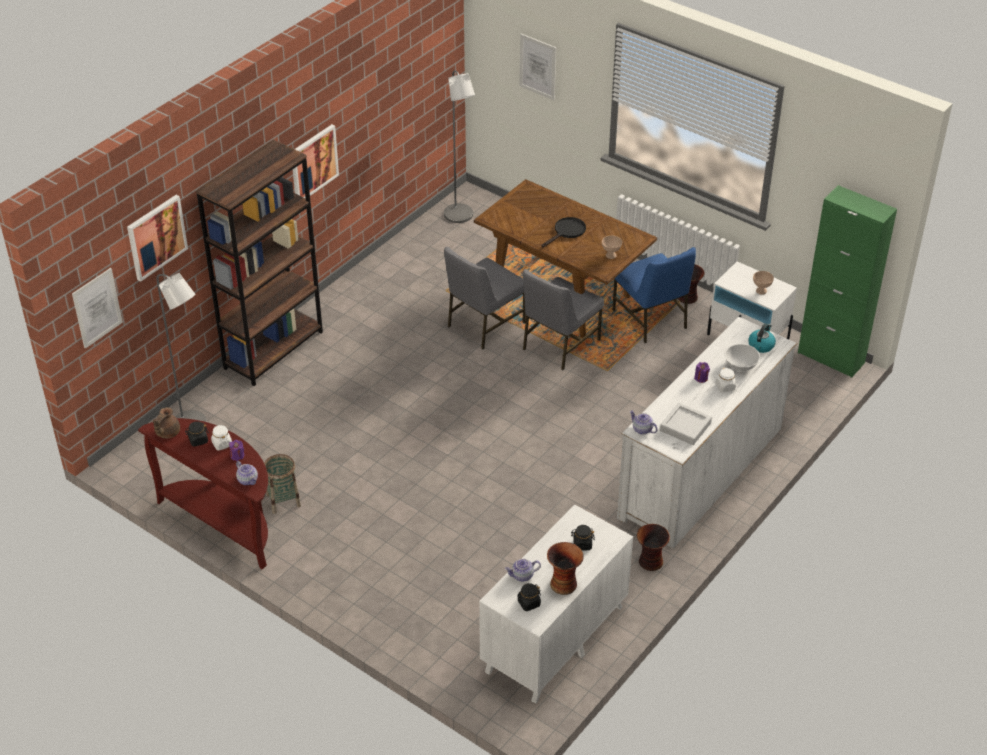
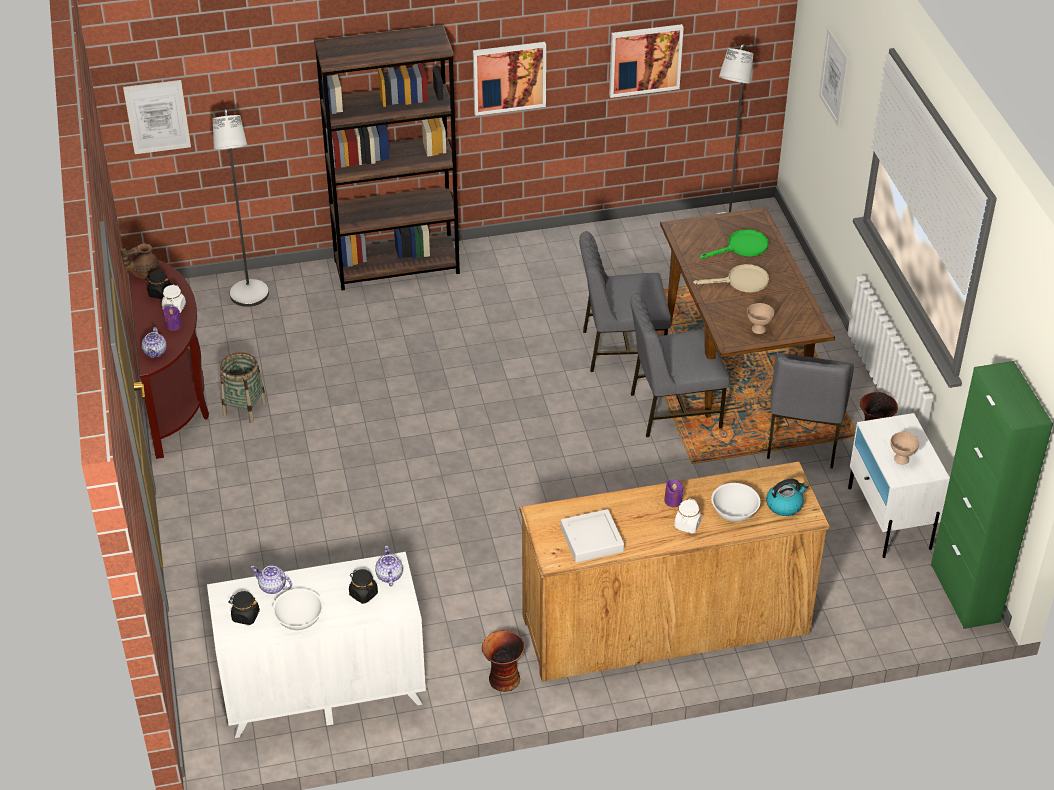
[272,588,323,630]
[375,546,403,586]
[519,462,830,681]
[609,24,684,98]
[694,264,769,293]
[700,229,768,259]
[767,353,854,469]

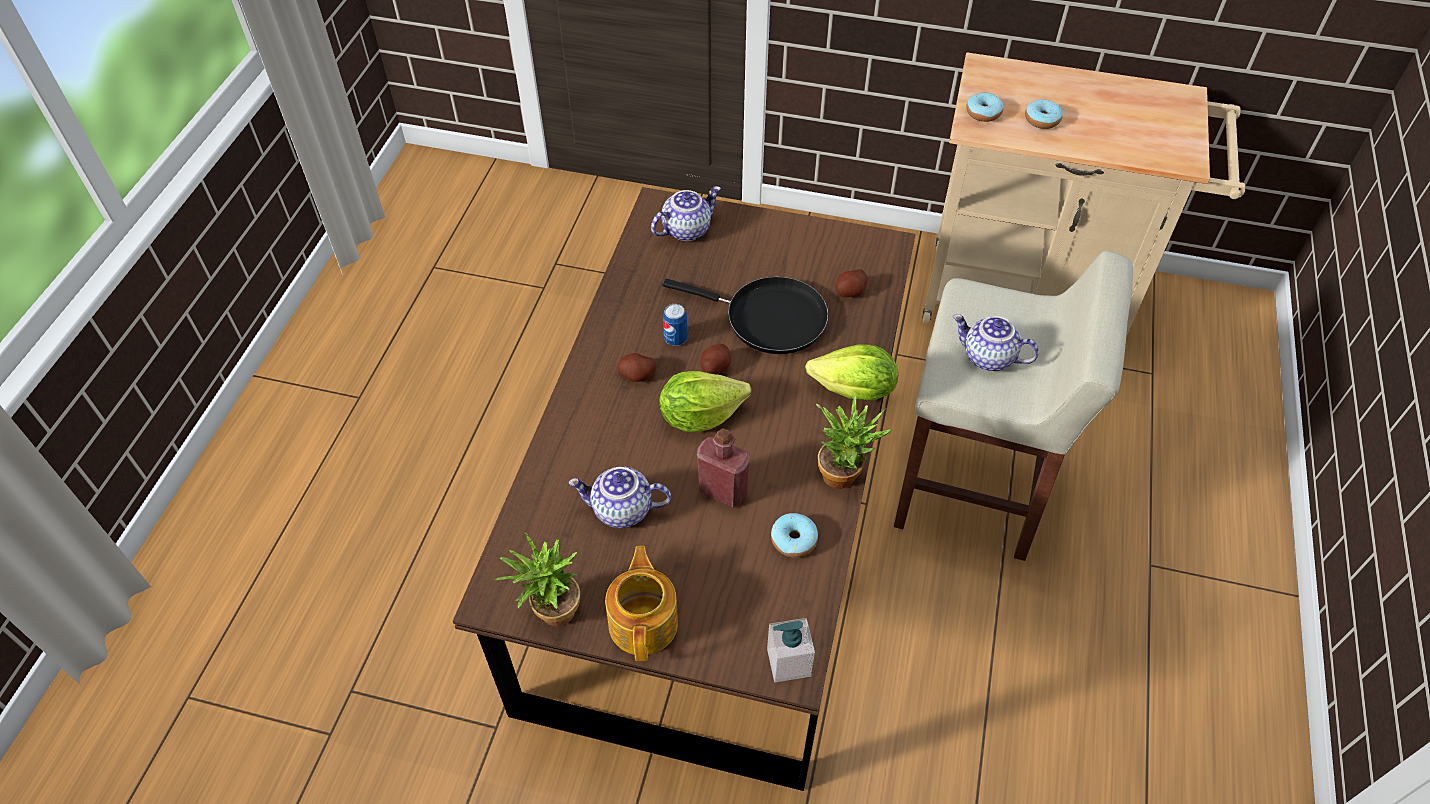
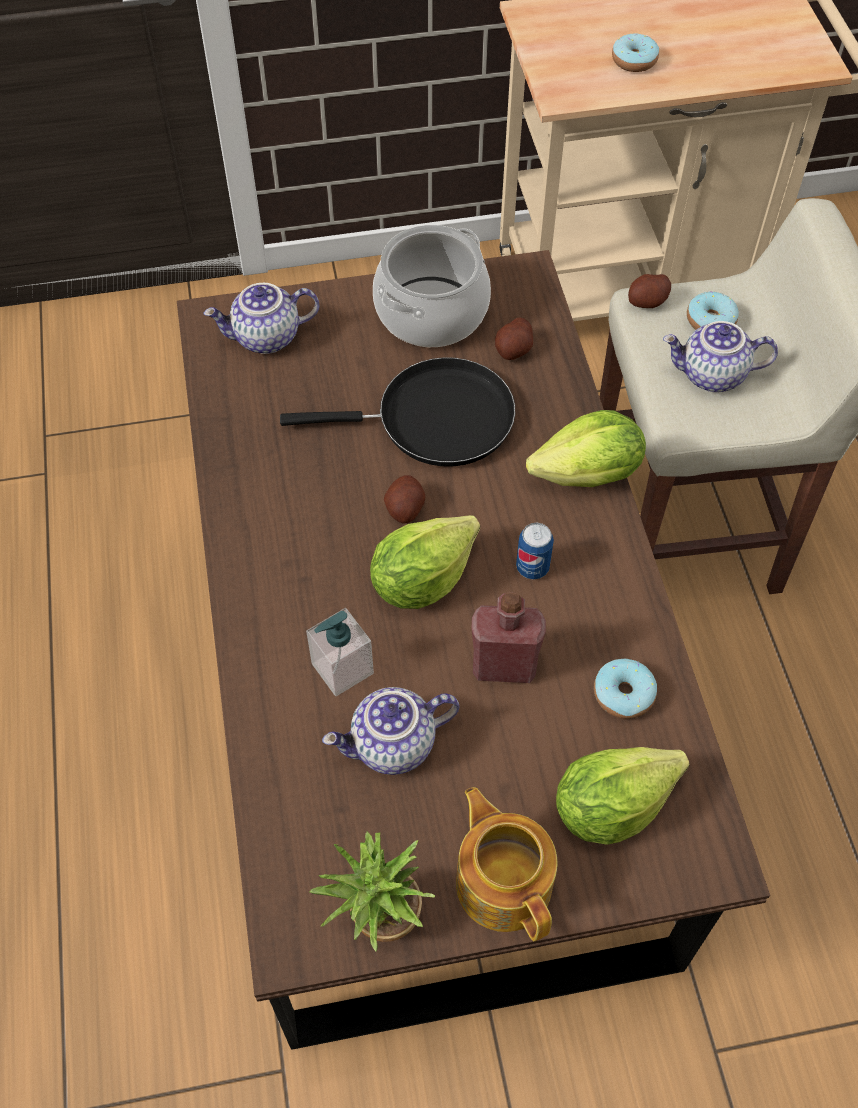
[203,283,319,354]
[306,608,374,696]
[373,225,491,347]
[516,522,554,580]
[556,747,690,845]
[628,274,671,308]
[687,291,739,330]
[816,394,893,489] (first image)

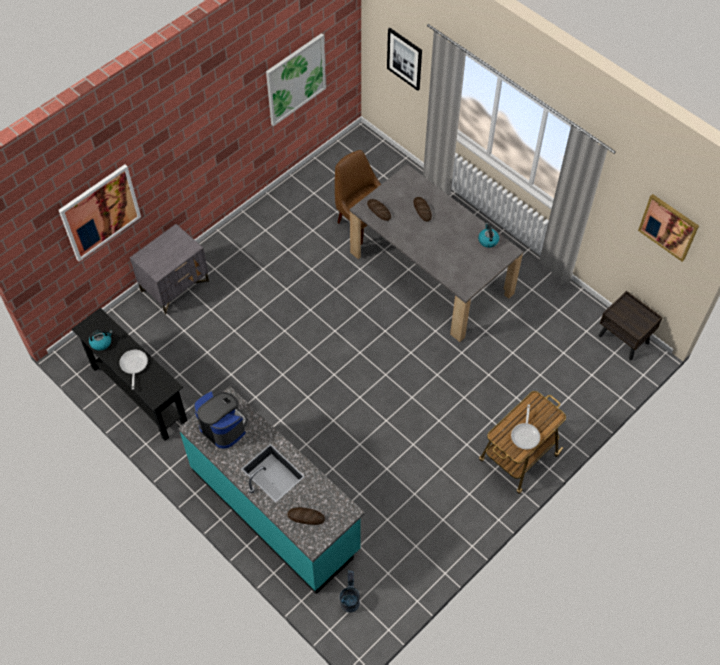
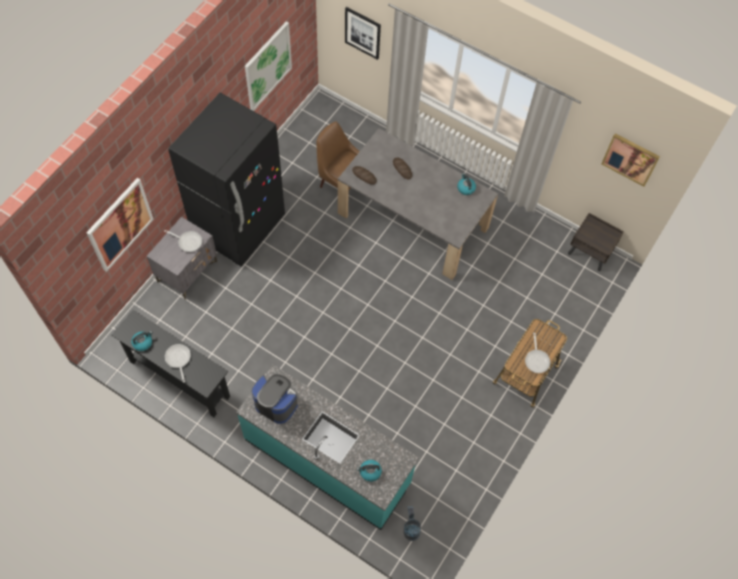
[164,230,202,252]
[168,93,285,266]
[357,460,382,482]

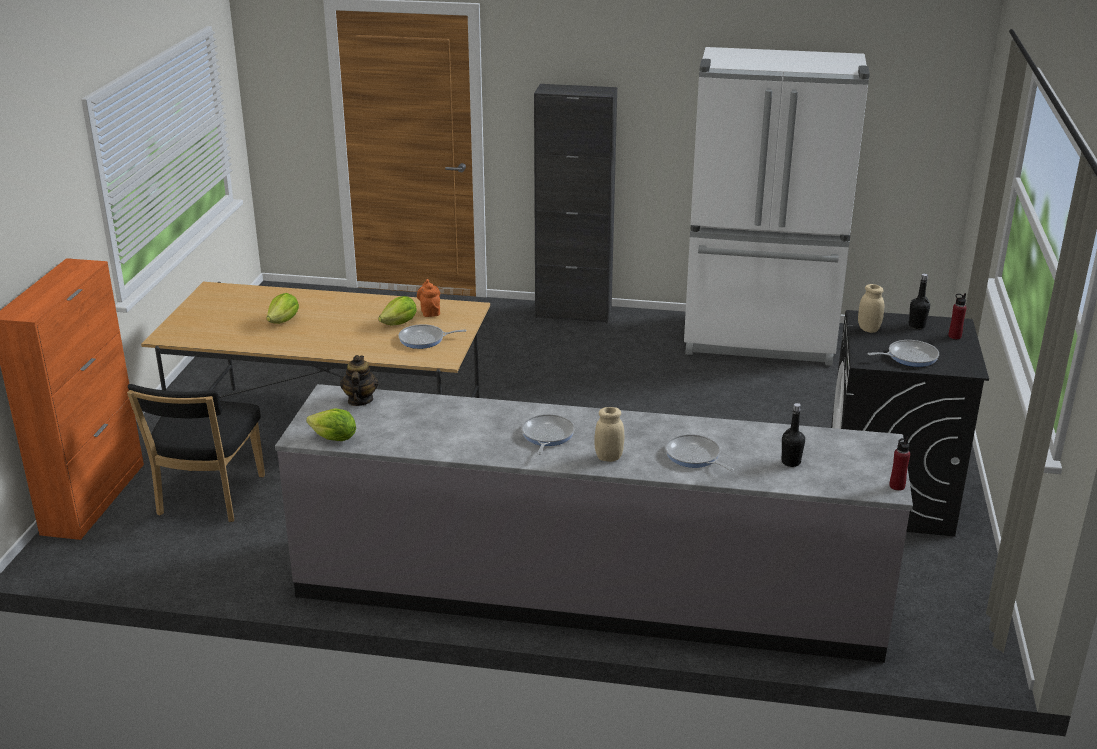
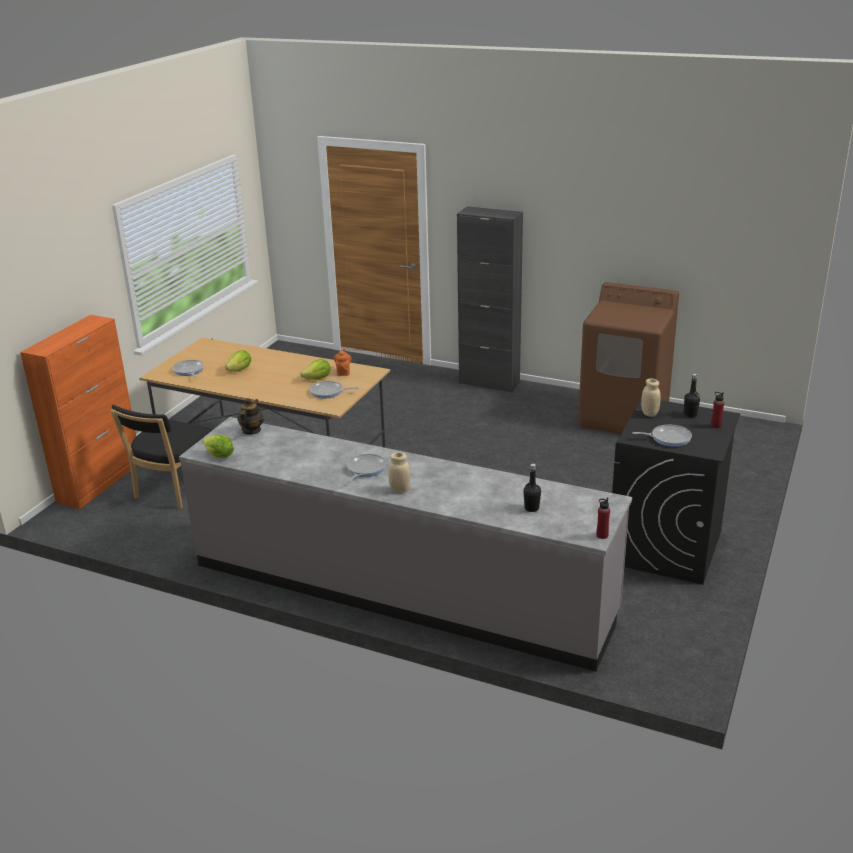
[172,360,204,378]
[578,282,679,434]

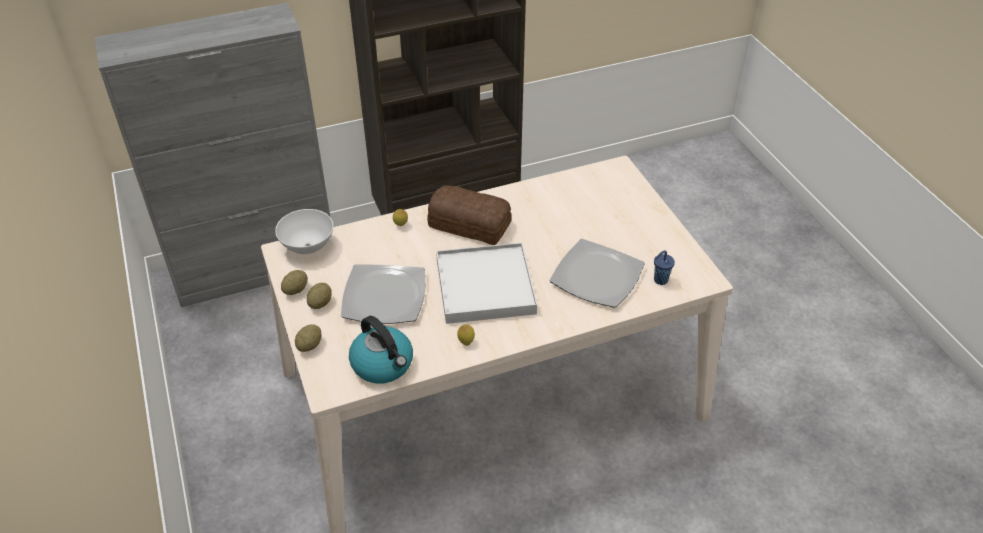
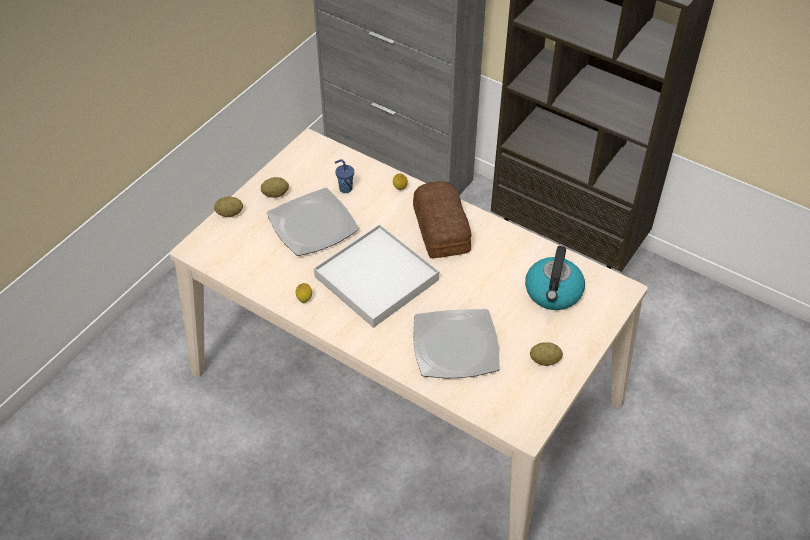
[335,159,354,193]
[525,246,585,310]
[530,342,563,366]
[275,209,334,254] (first image)

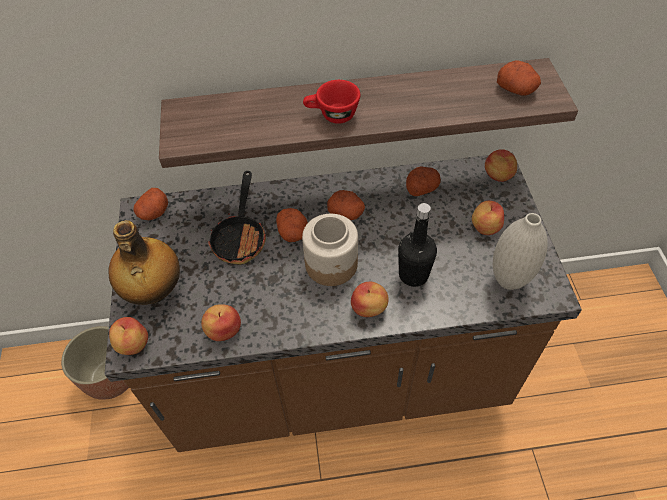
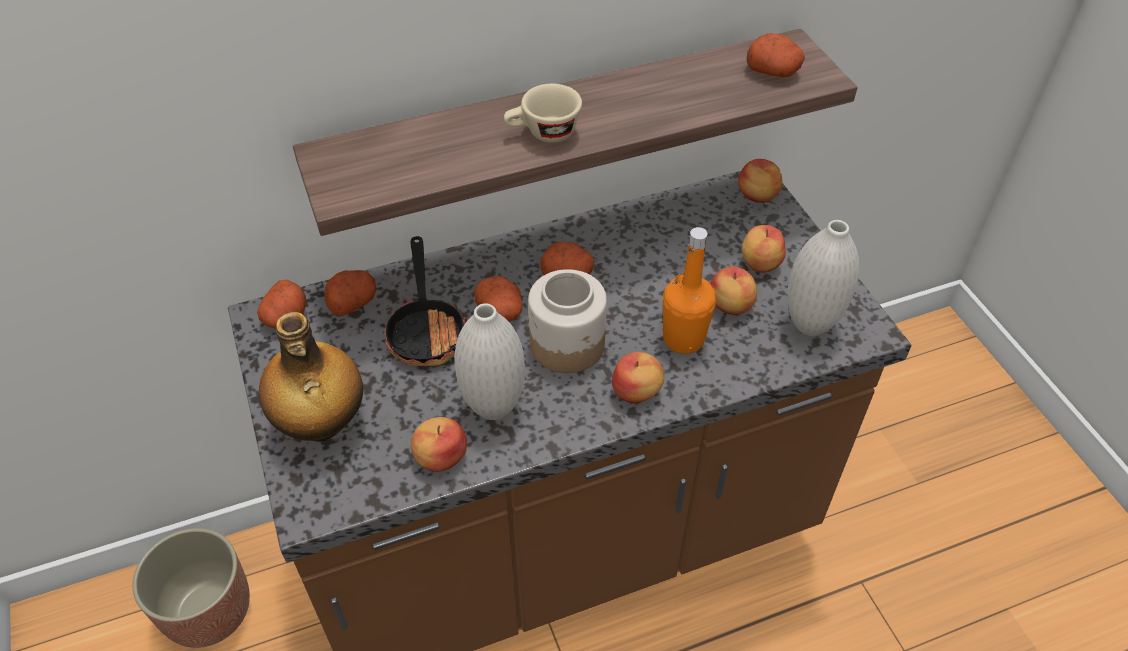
[324,270,377,316]
[455,303,525,420]
[504,84,582,143]
[663,227,716,354]
[710,266,757,315]

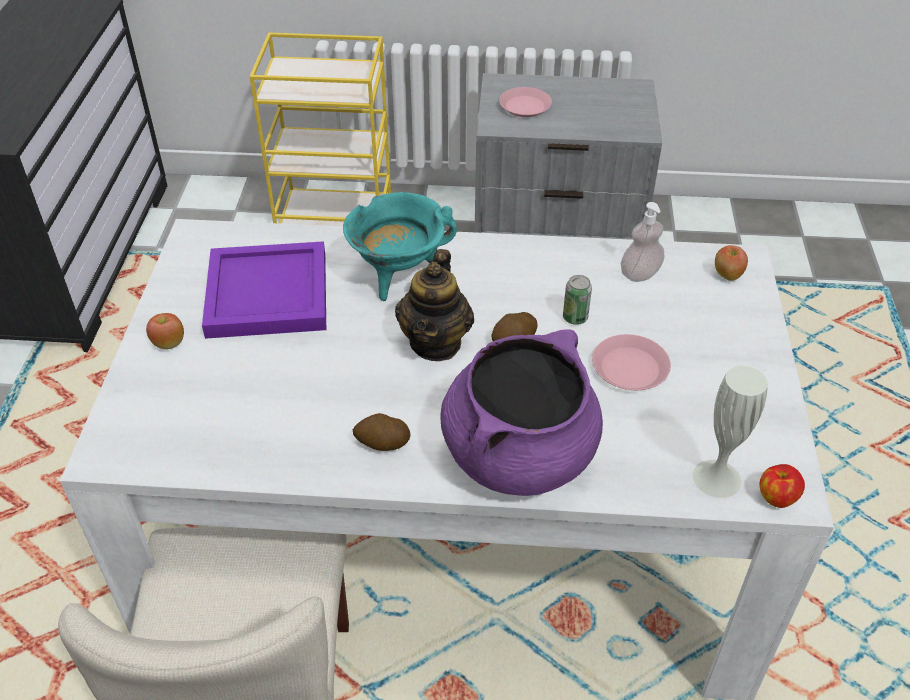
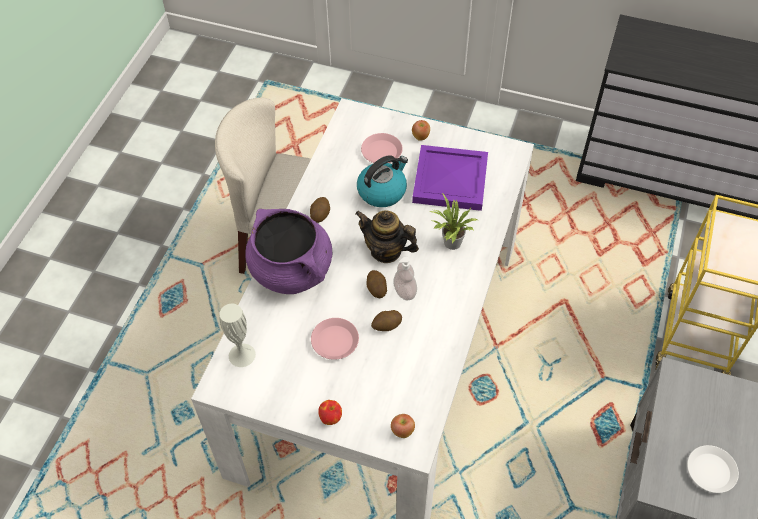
[318,400,342,425]
[357,155,408,207]
[361,133,403,163]
[371,310,402,331]
[393,256,417,301]
[428,193,478,250]
[687,445,739,493]

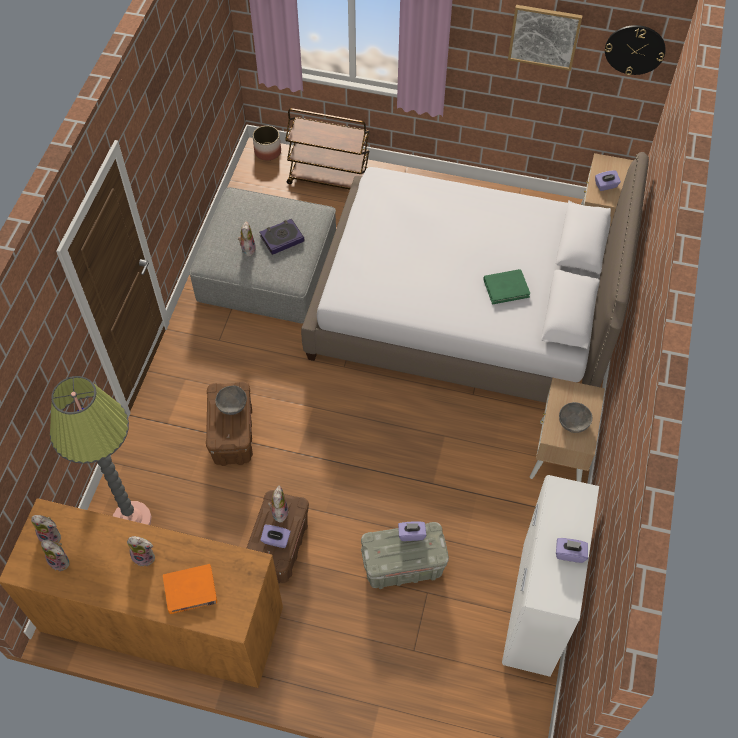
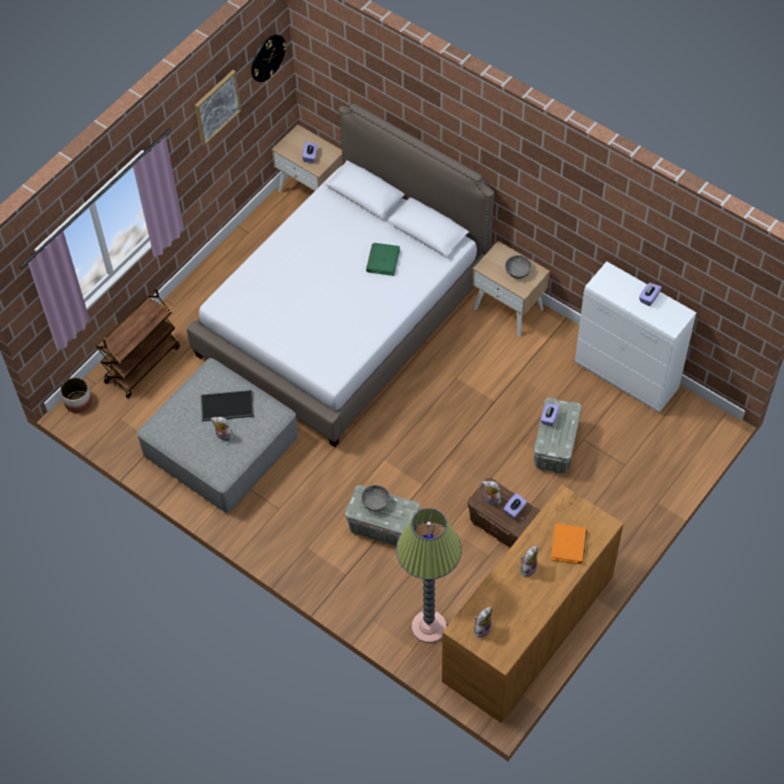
[201,390,254,421]
[345,485,420,546]
[41,540,70,572] (first image)

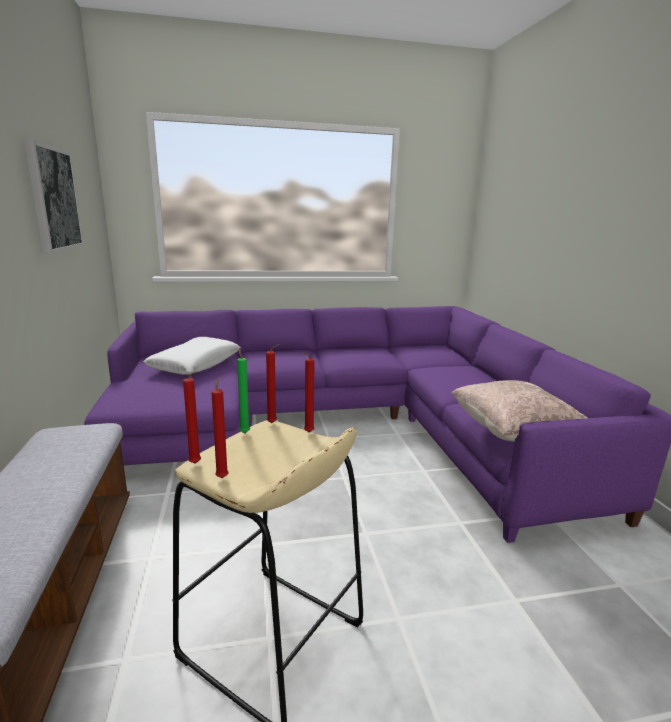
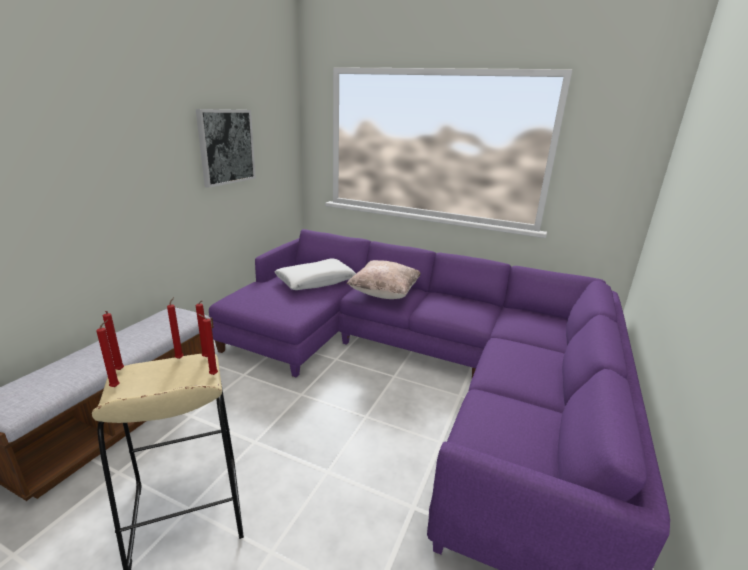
[167,297,183,359]
[347,260,421,299]

